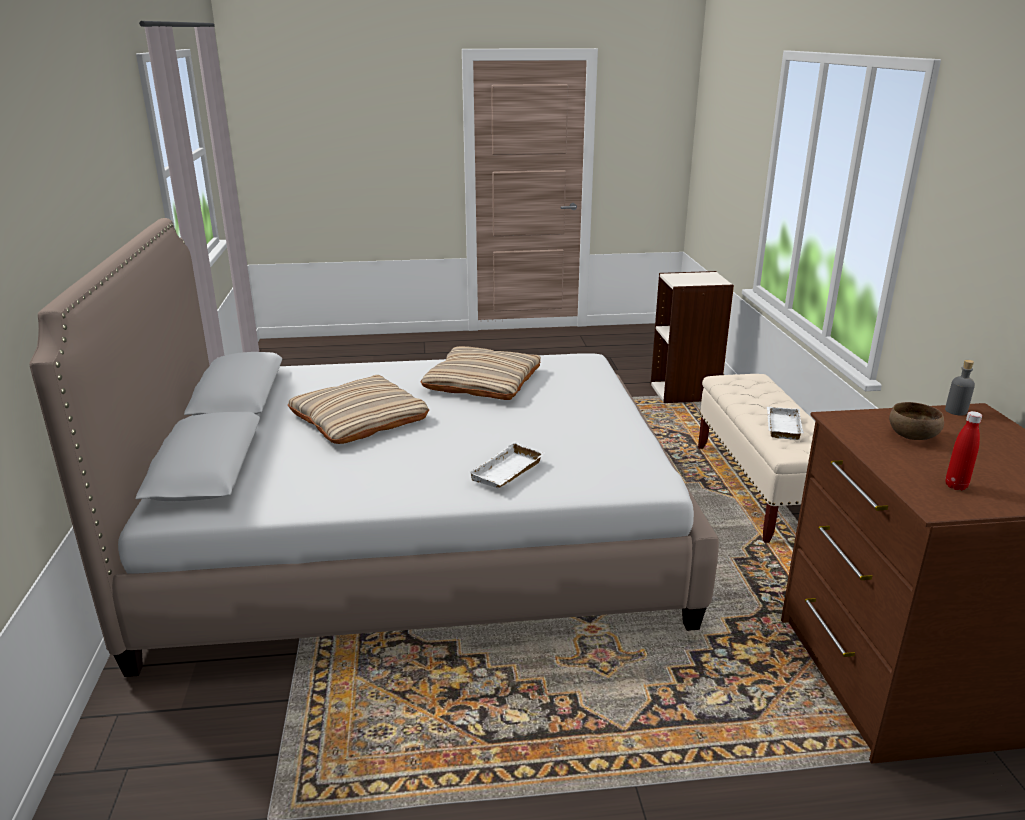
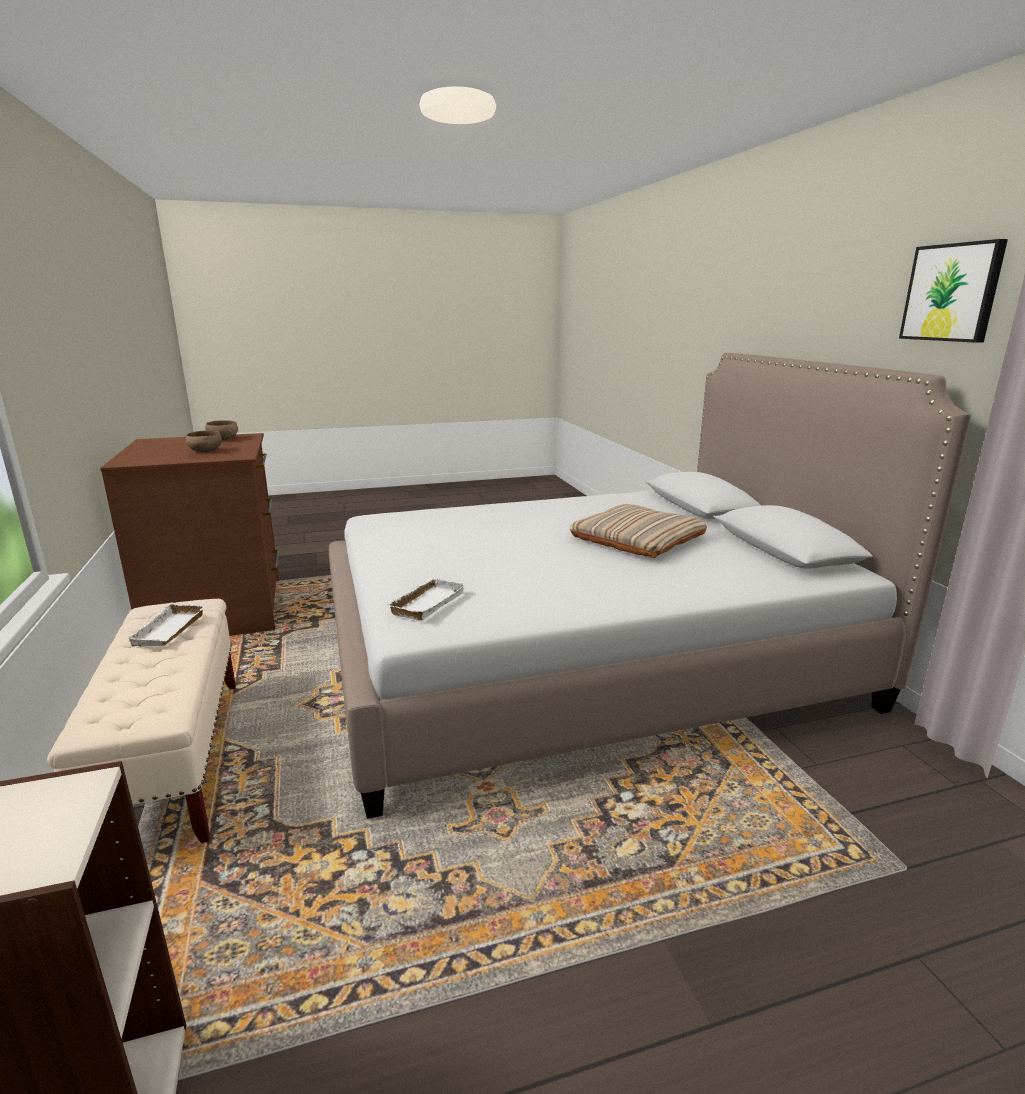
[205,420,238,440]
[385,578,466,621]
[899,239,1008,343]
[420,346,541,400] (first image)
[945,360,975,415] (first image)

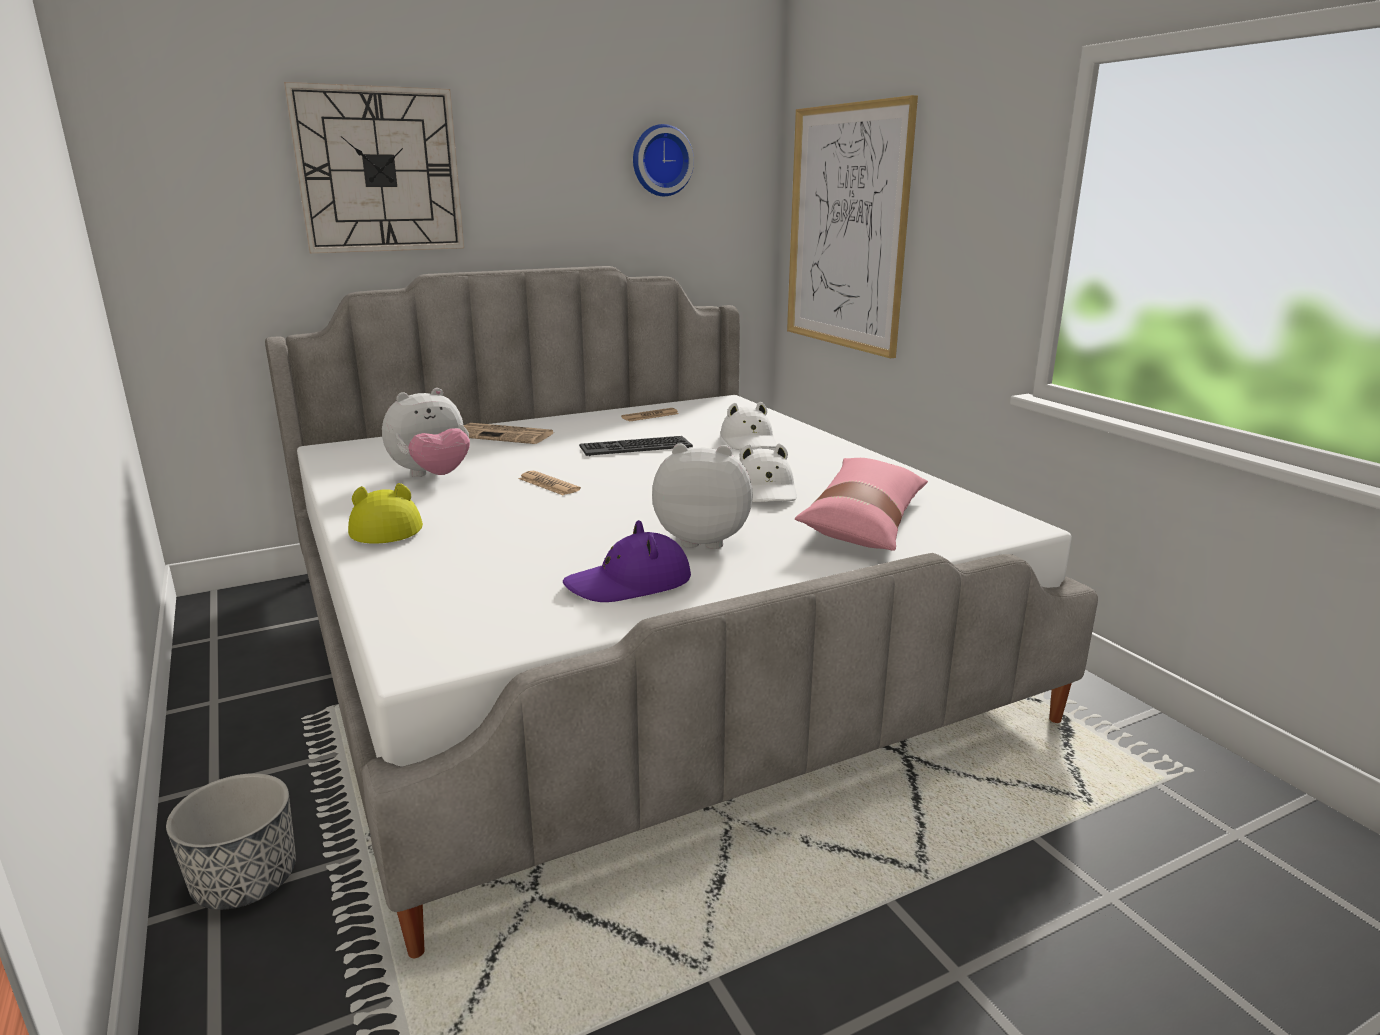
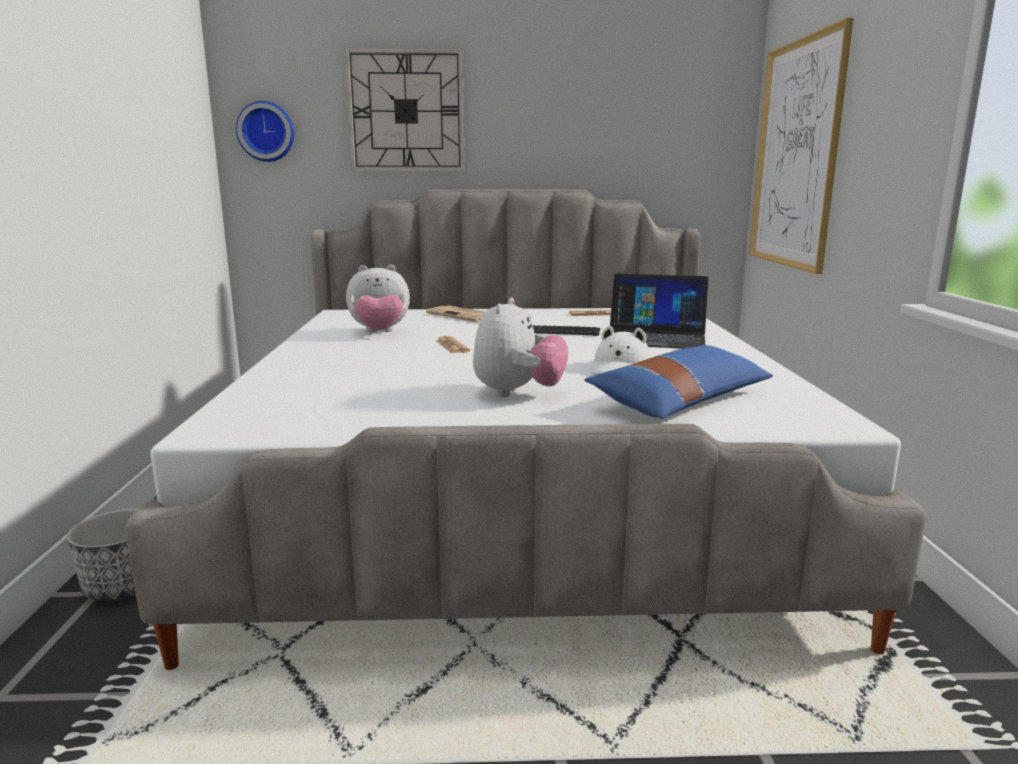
[236,101,294,162]
[473,298,568,397]
[584,345,773,419]
[610,273,709,349]
[348,483,423,543] (first image)
[563,520,691,602] (first image)

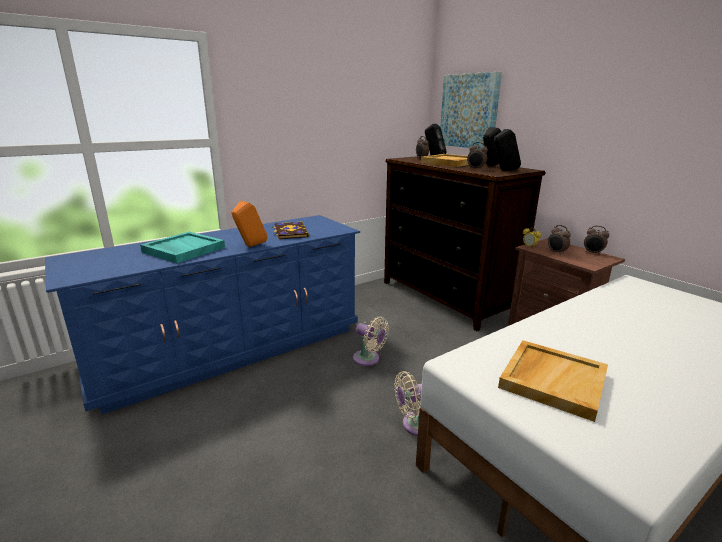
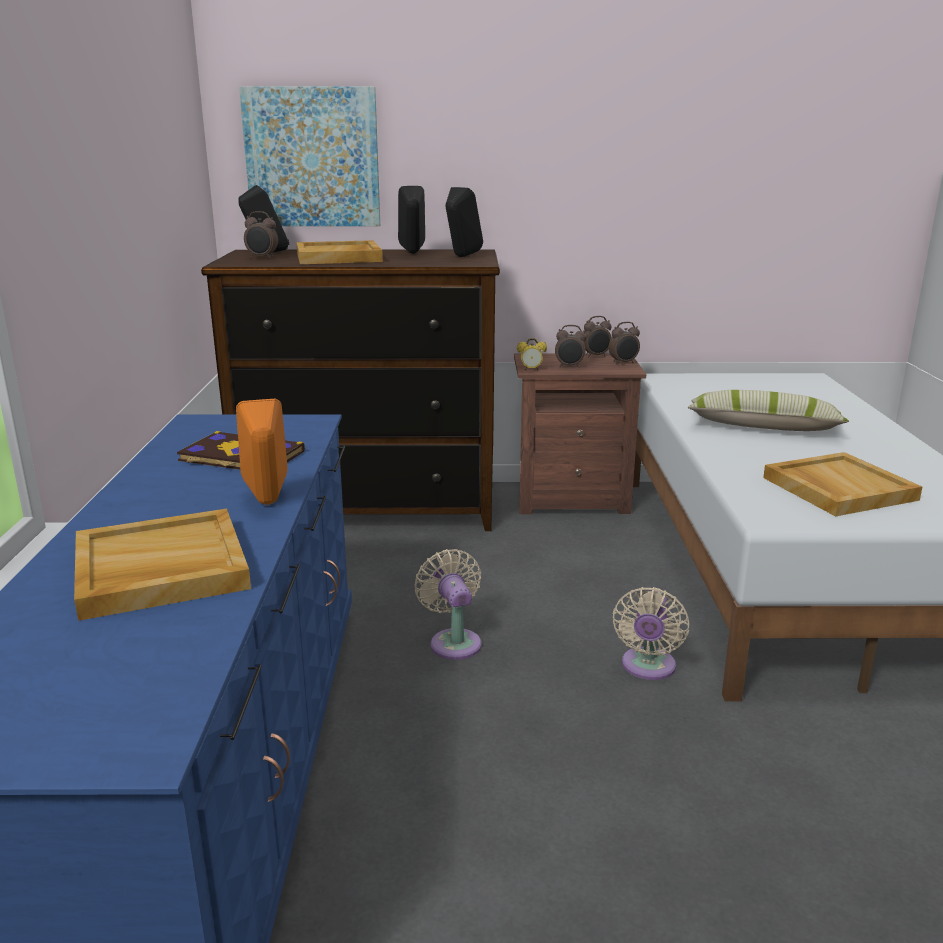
[74,509,251,621]
[415,549,482,660]
[608,322,640,365]
[688,390,849,431]

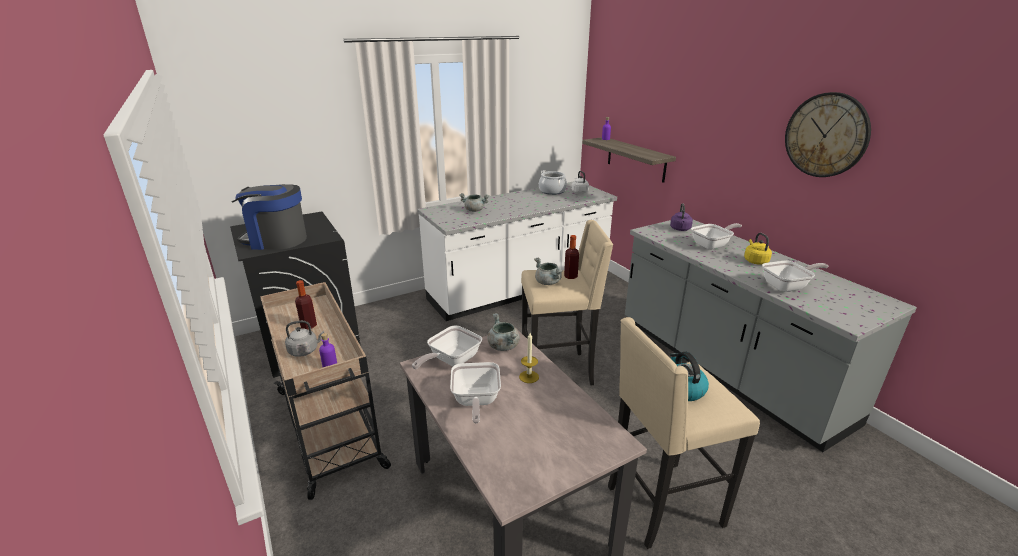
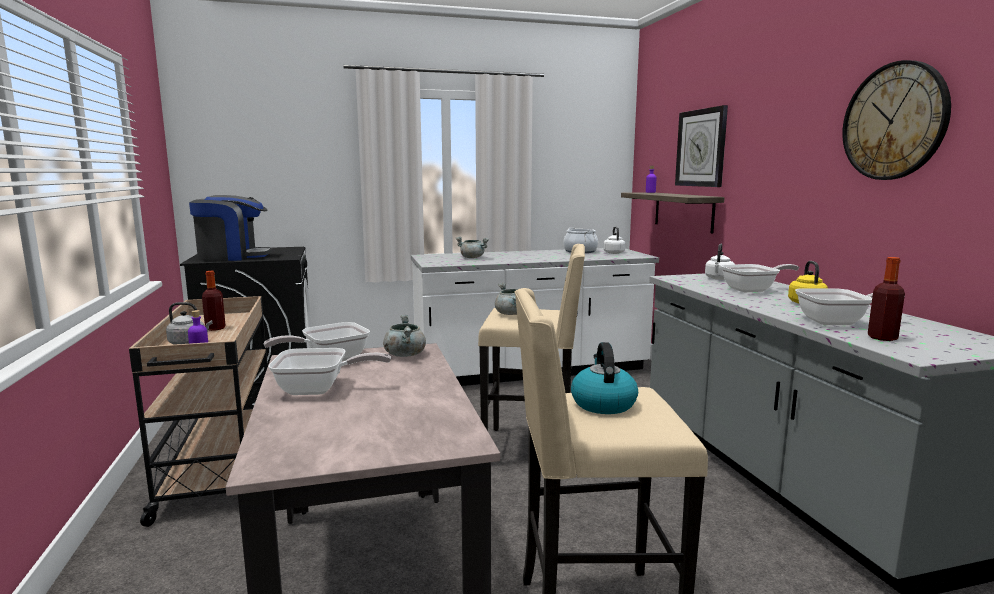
[189,195,273,261]
[268,348,391,395]
[675,105,728,187]
[705,244,734,280]
[868,257,905,341]
[519,333,539,383] (first image)

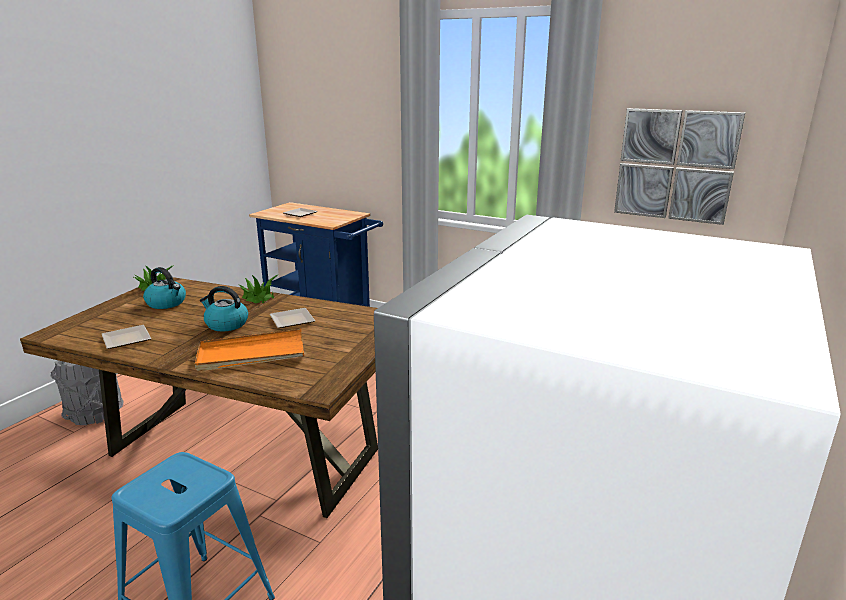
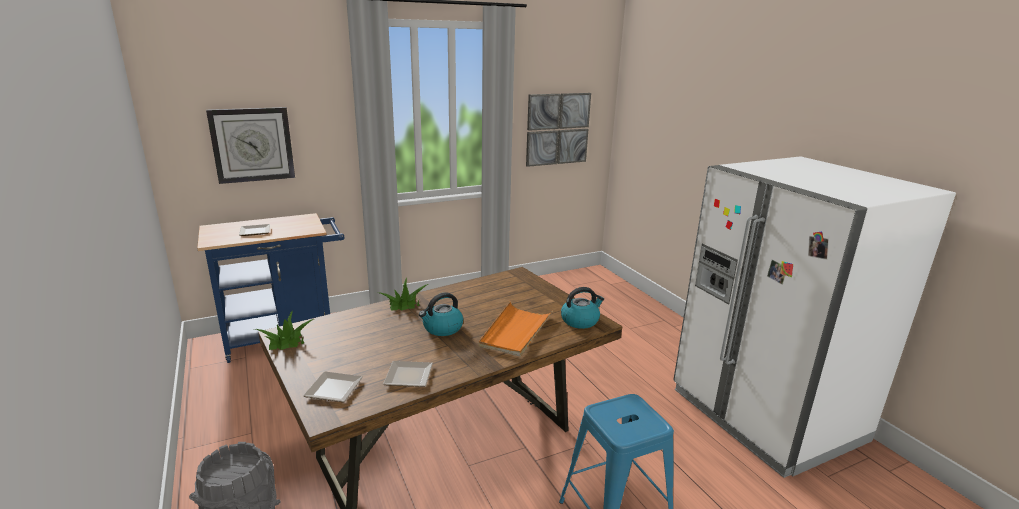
[206,107,295,184]
[303,371,363,403]
[561,287,604,329]

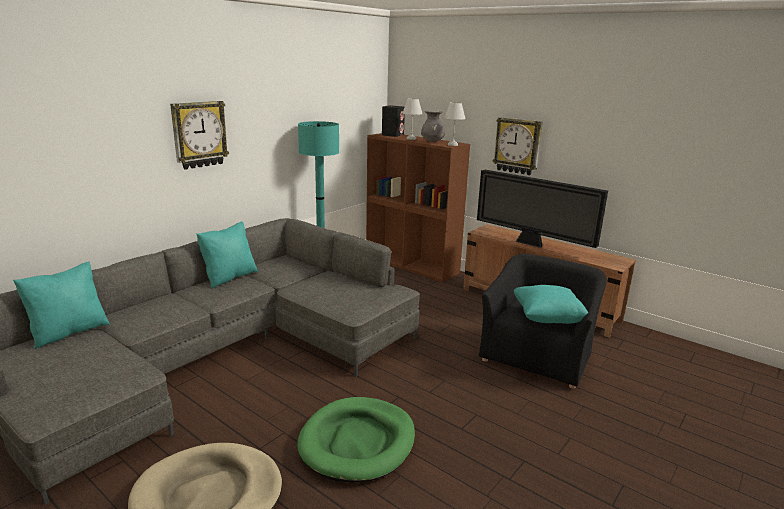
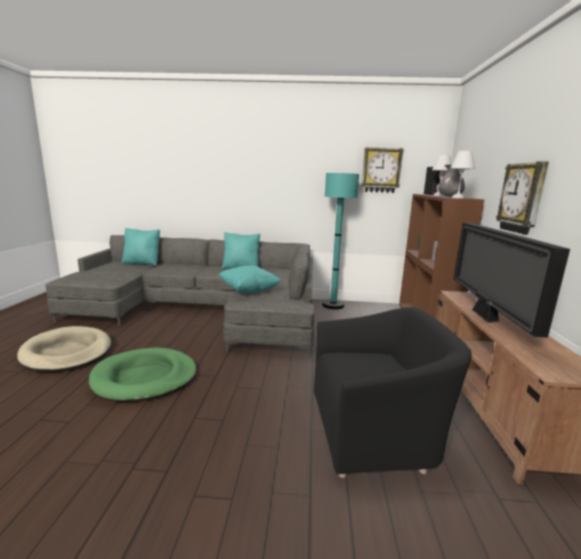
[218,265,281,293]
[361,147,404,193]

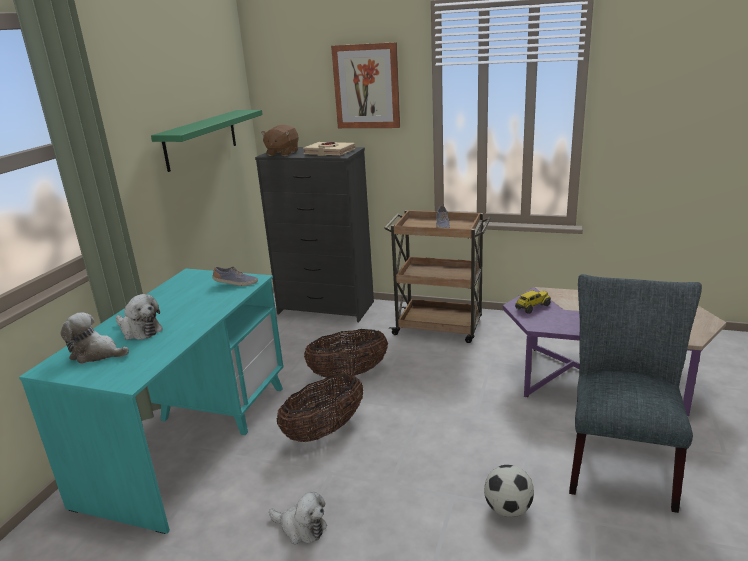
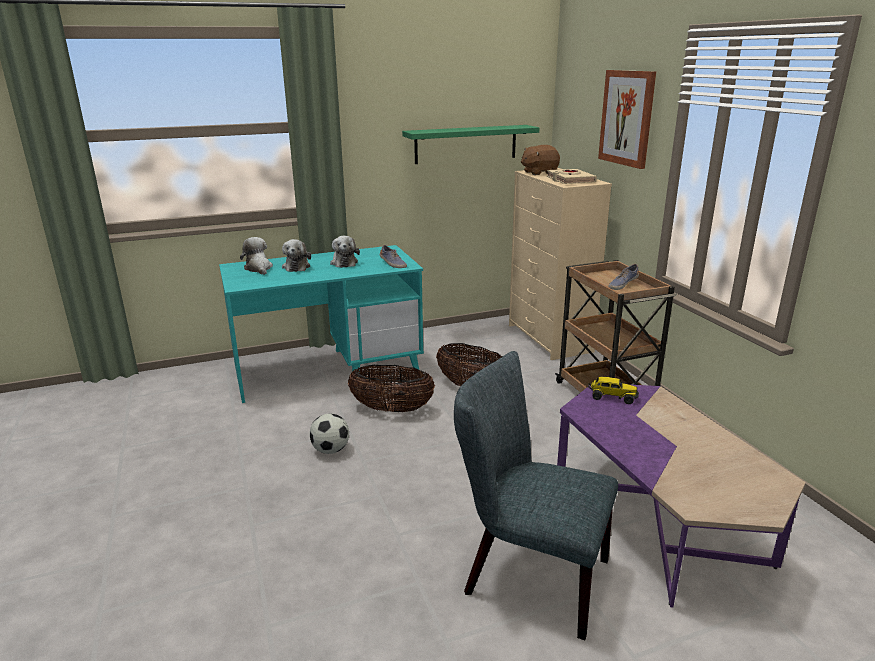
[310,414,349,454]
[330,236,360,268]
[454,351,618,640]
[509,168,612,360]

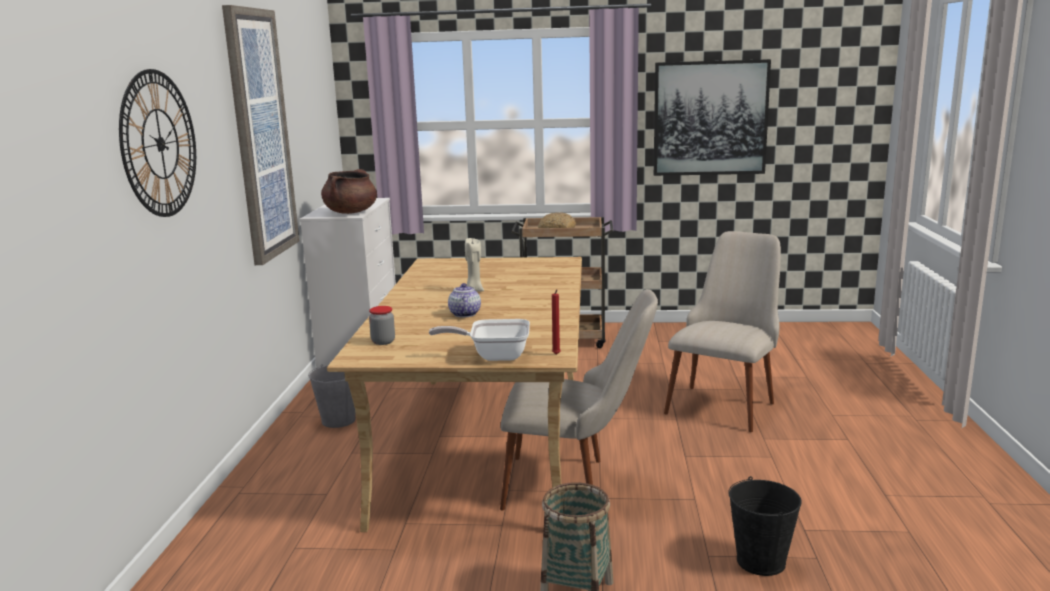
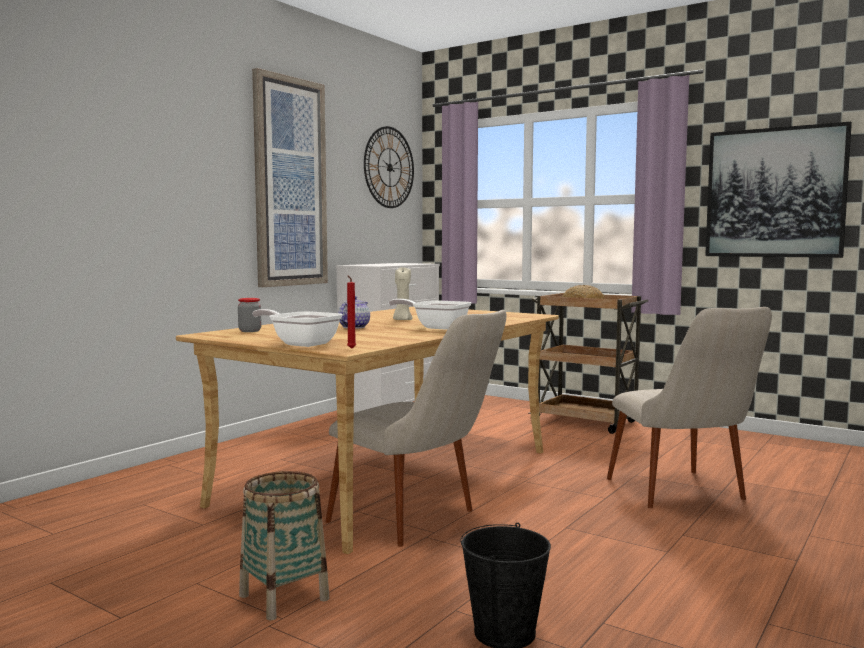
[364,126,414,208]
[389,299,471,330]
[607,307,772,508]
[308,364,356,428] (first image)
[321,169,377,214] (first image)

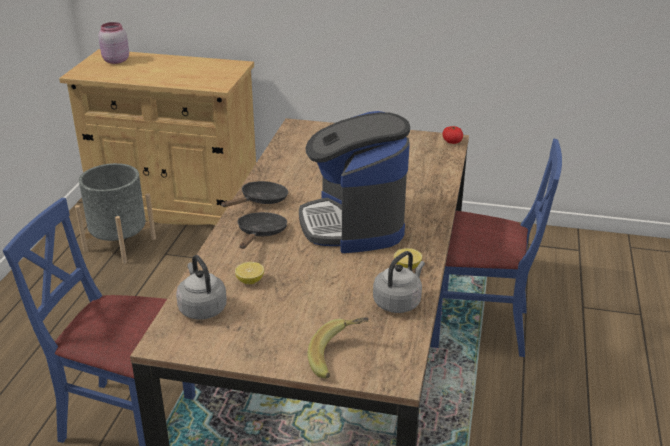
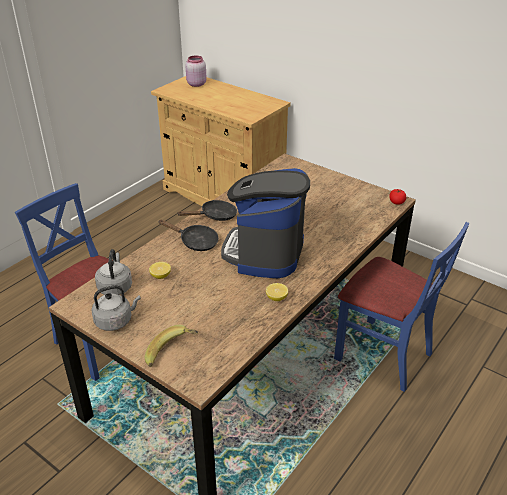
[92,285,141,331]
[158,220,219,251]
[75,163,156,264] (first image)

